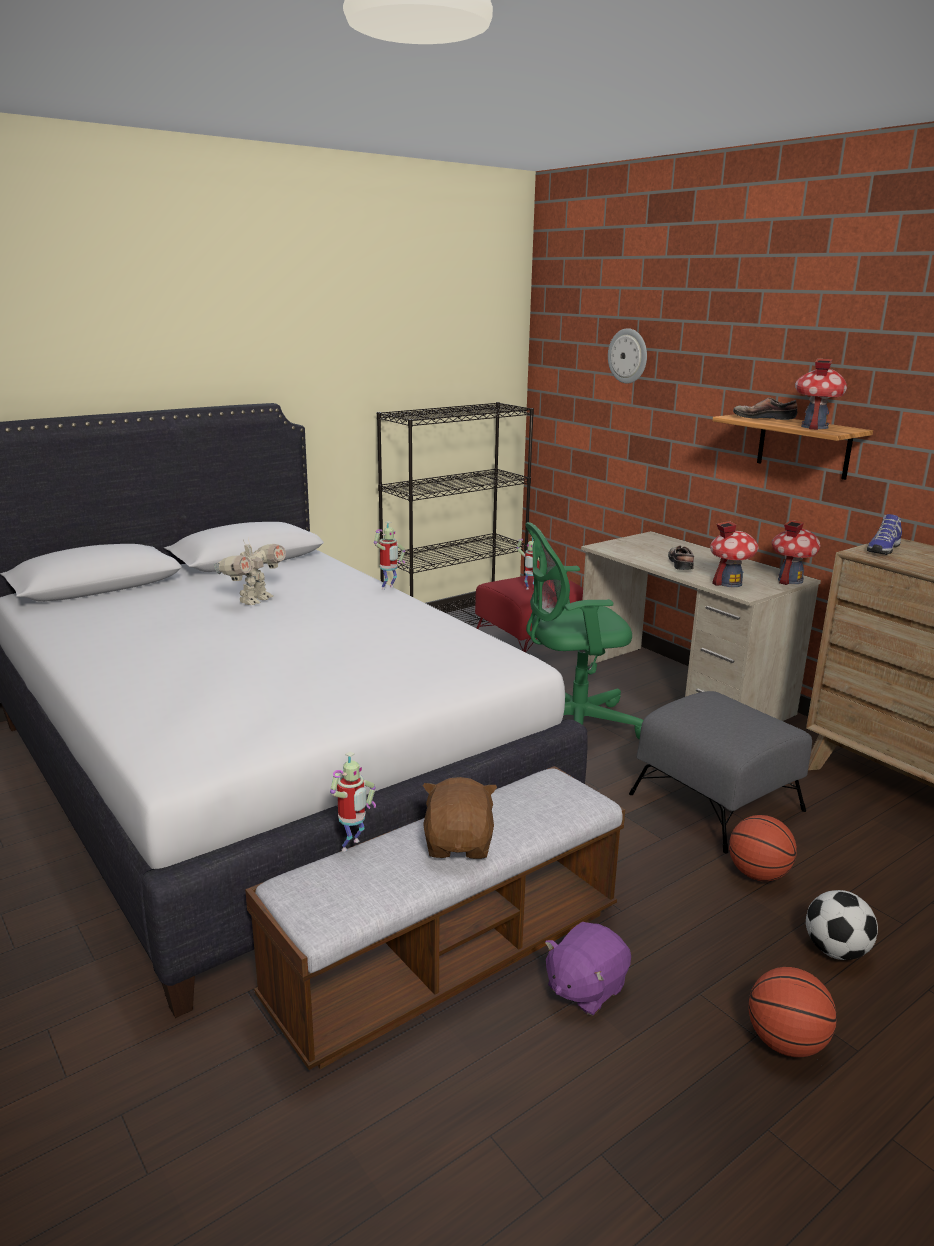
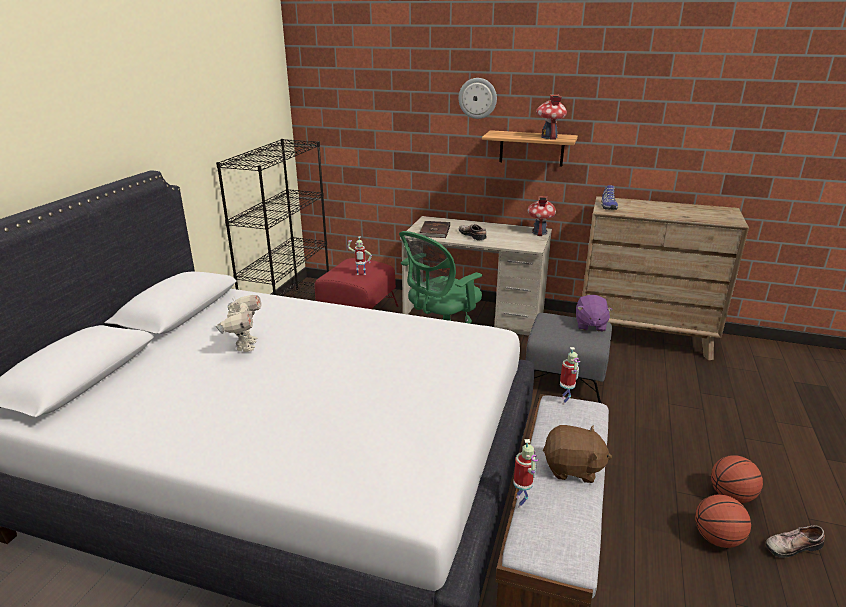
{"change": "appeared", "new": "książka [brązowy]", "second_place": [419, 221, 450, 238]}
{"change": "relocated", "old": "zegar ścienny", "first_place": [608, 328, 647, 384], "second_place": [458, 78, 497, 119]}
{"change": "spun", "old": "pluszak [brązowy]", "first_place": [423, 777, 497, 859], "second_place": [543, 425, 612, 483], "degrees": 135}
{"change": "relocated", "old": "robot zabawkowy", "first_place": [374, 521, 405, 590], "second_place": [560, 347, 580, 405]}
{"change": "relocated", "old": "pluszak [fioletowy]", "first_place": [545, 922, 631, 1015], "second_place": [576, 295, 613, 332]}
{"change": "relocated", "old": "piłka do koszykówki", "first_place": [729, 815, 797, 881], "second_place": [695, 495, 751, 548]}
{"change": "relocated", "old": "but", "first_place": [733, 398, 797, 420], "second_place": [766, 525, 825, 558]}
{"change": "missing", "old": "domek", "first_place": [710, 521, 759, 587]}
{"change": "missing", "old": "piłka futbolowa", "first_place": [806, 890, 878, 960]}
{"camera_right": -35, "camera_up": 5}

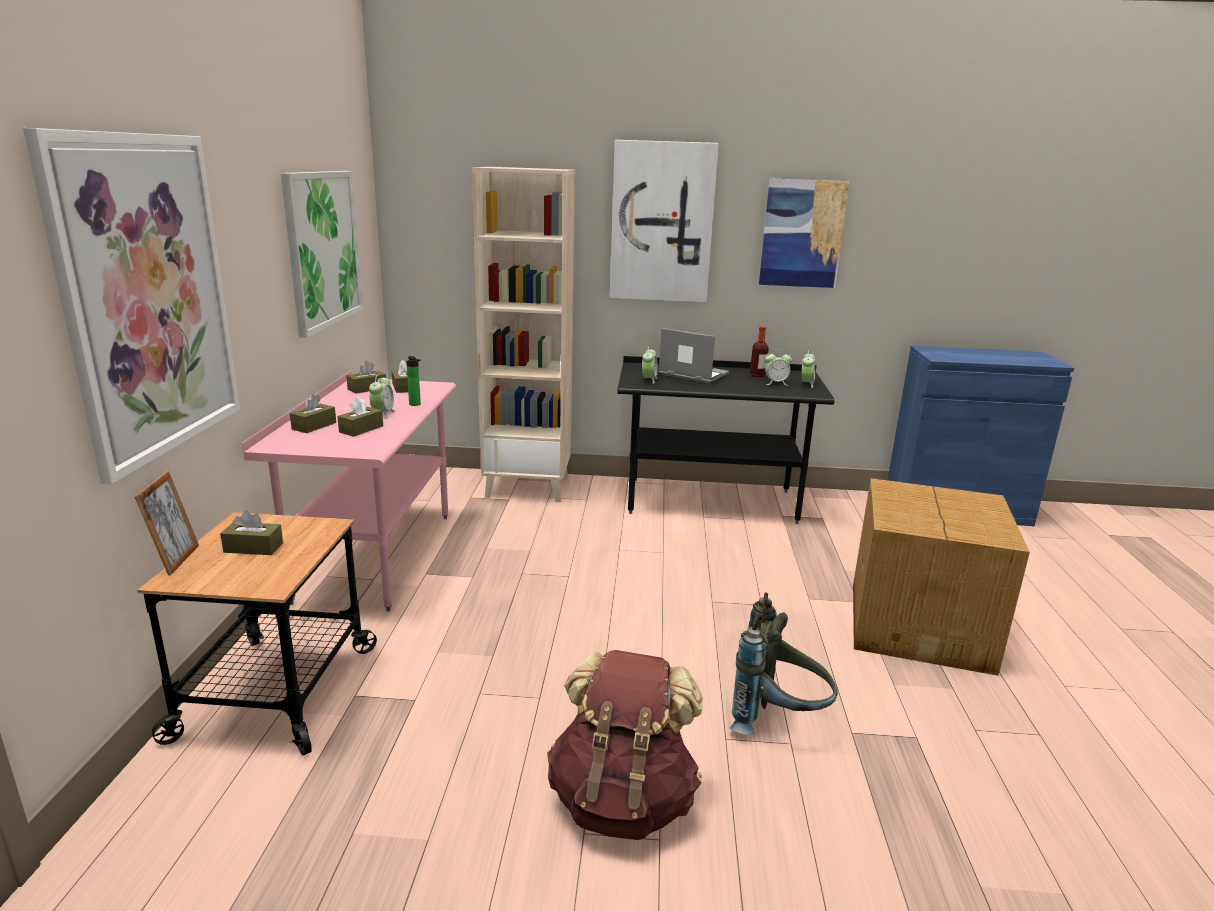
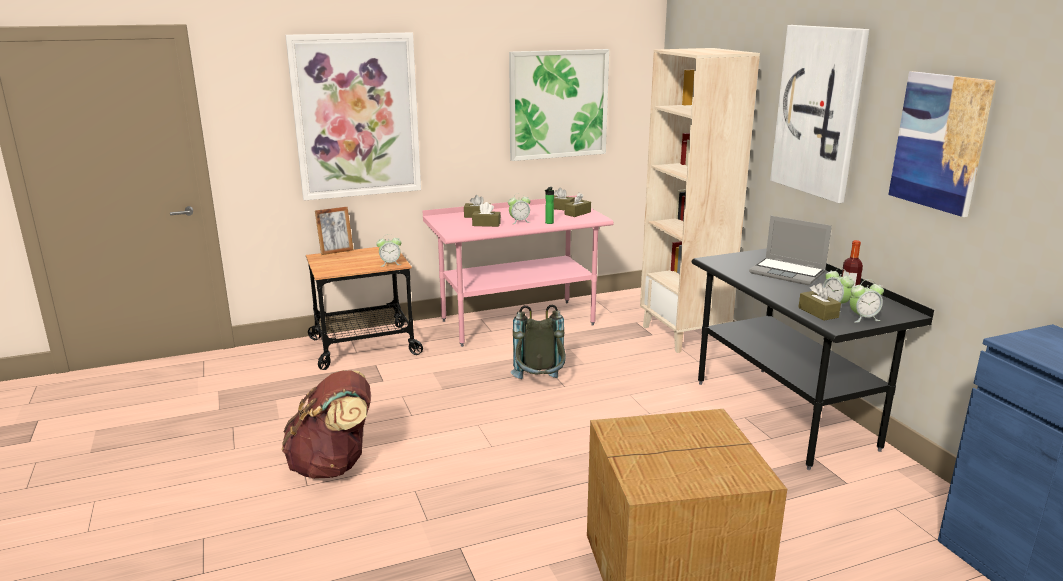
{"change": "relocated", "old": "budzik", "first_place": [642, 346, 658, 384], "second_place": [376, 234, 402, 267]}
{"change": "relocated", "old": "plecak [szary]", "first_place": [730, 592, 838, 735], "second_place": [511, 305, 566, 379]}
{"change": "spun", "old": "laptop", "first_place": [658, 328, 729, 383], "second_place": [749, 216, 832, 285], "degrees": 120}
{"change": "relocated", "old": "pudełko chusteczek [brązowy]", "first_place": [220, 510, 283, 555], "second_place": [798, 283, 841, 321]}
{"camera_right": 65, "camera_up": 0}

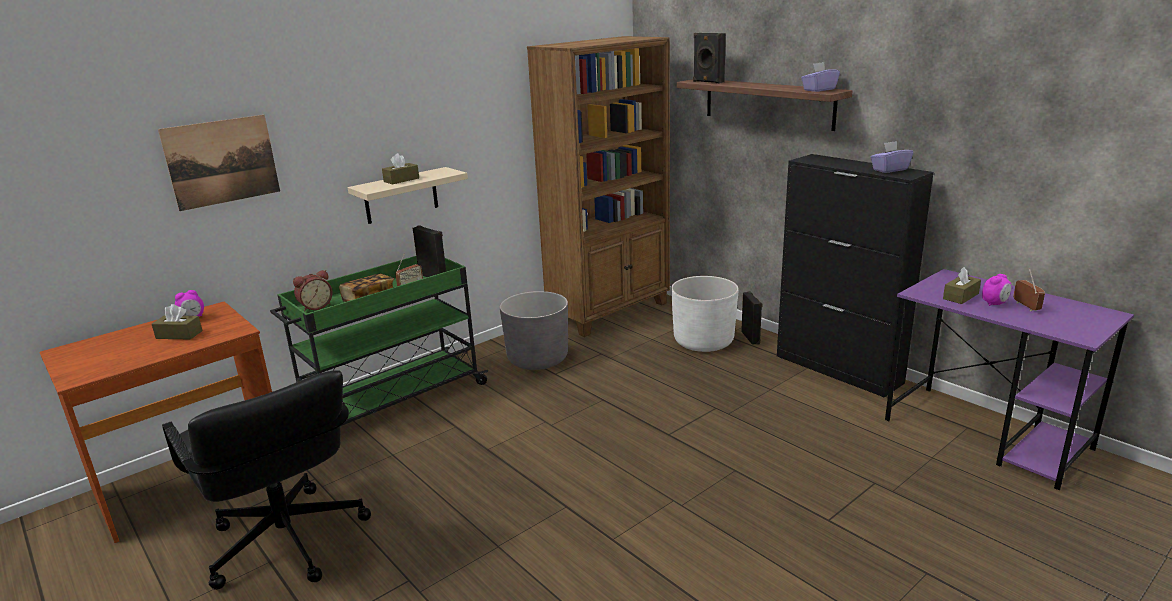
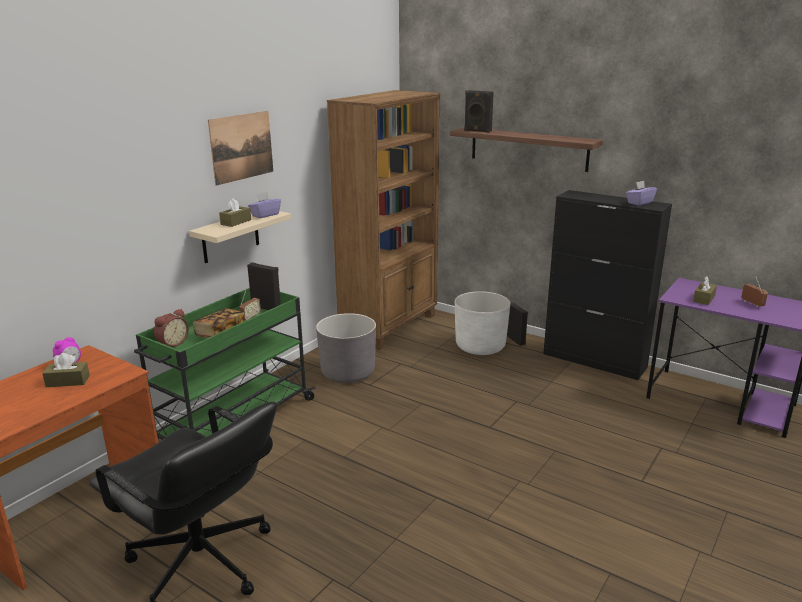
{"change": "relocated", "old": "obraz", "first_place": [158, 115, 280, 211], "second_place": [208, 111, 273, 186]}
{"change": "relocated", "old": "pudełko chusteczek [fioletowy]", "first_place": [801, 62, 840, 92], "second_place": [248, 192, 281, 218]}
{"change": "missing", "old": "budzik", "first_place": [982, 274, 1012, 306]}
{"camera_right": -15, "camera_up": 0}

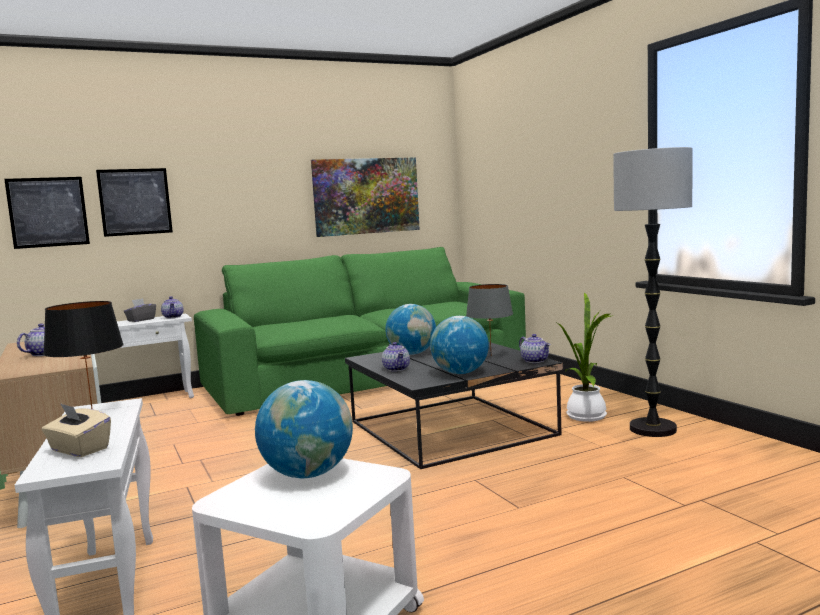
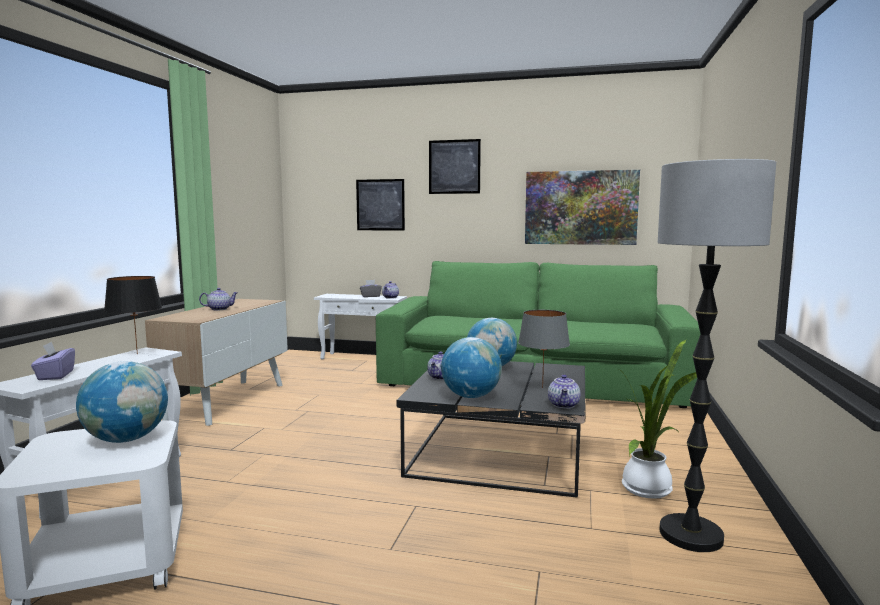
{"change": "colour", "old": "pudełko chusteczek [beżowy]", "new": "pudełko chusteczek [fioletowy]", "first_place": [42, 403, 111, 457], "second_place": [31, 342, 75, 380]}
{"change": "relocated", "old": "obraz", "first_place": [4, 177, 90, 249], "second_place": [429, 139, 481, 194]}
{"camera_right": 40, "camera_up": 0}

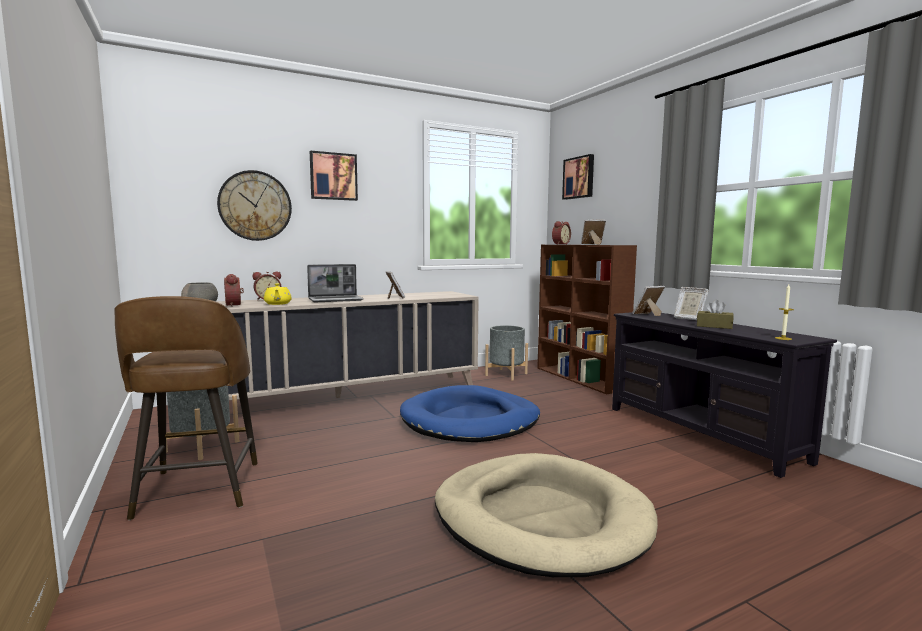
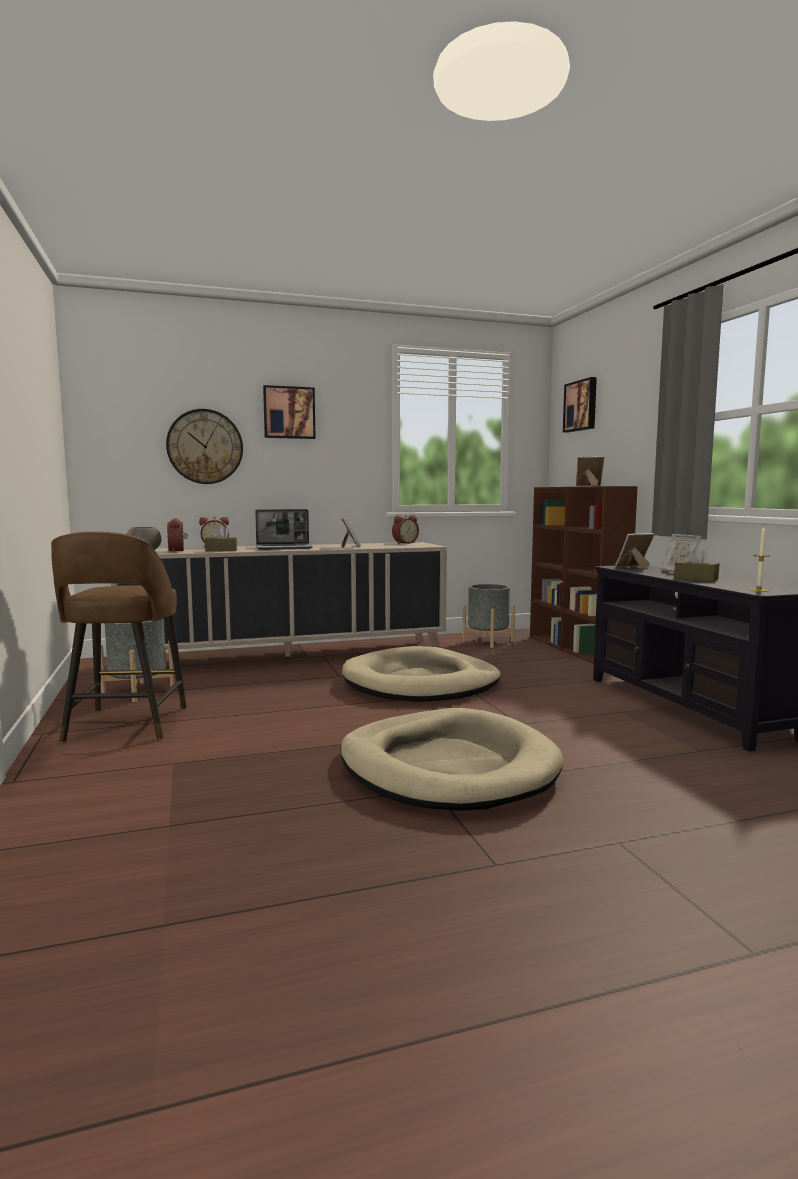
{"change": "exchanged", "old": "imbryk [żółty]", "new": "pudełko chusteczek [brązowy]", "first_place": [264, 283, 292, 305], "second_place": [205, 525, 237, 552]}
{"change": "colour", "old": "legowisko [niebieski]", "new": "legowisko [beżowy]", "first_place": [400, 385, 540, 442], "second_place": [342, 646, 501, 702]}
{"change": "relocated", "old": "budzik", "first_place": [552, 221, 571, 244], "second_place": [392, 515, 419, 544]}
{"camera_right": 10, "camera_up": 0}

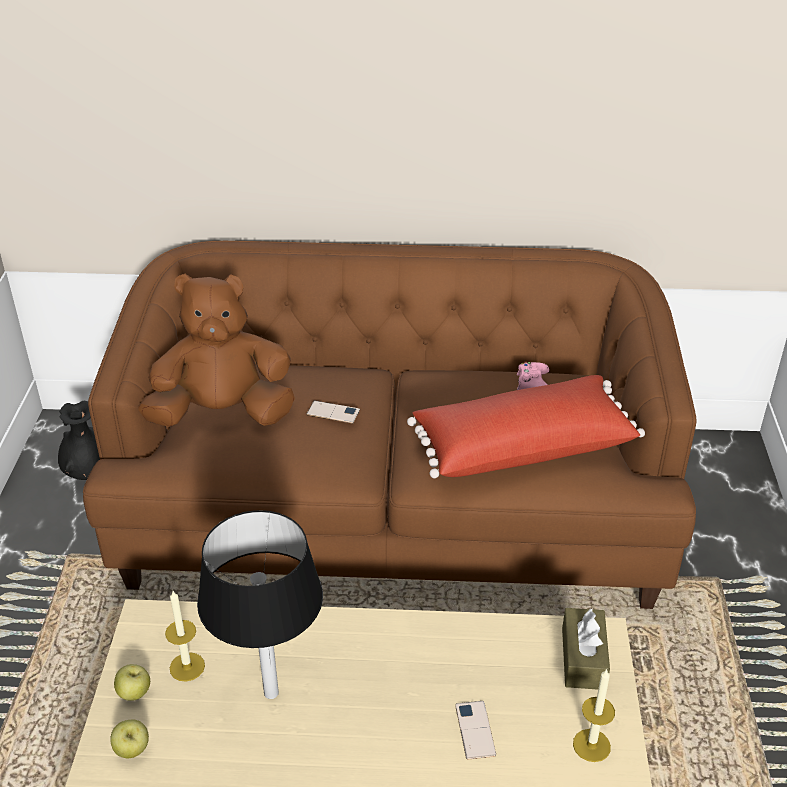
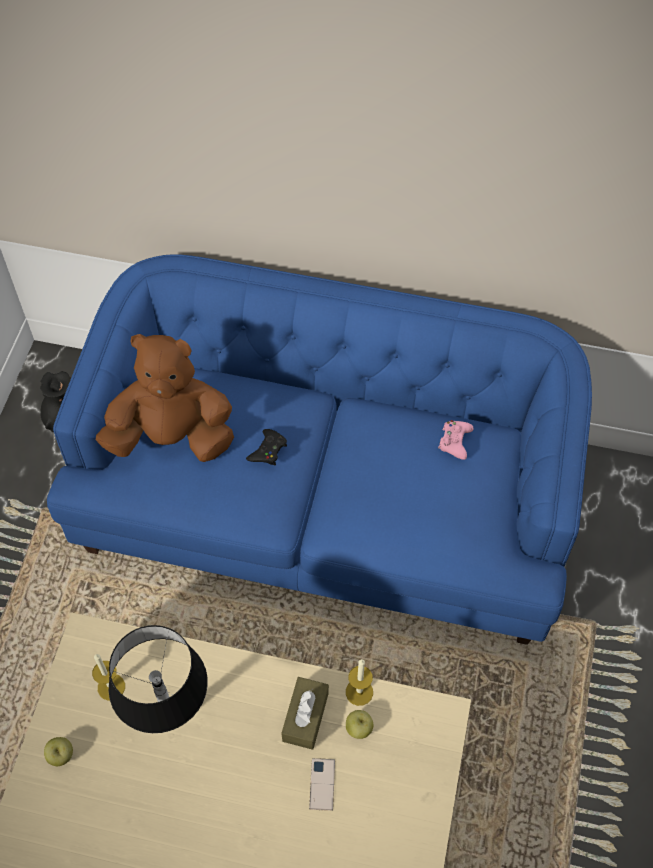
{"change": "colour", "old": "kanapa [brązowy]", "new": "kanapa [niebieski]", "first_place": [83, 241, 696, 609], "second_place": [47, 254, 592, 645]}
{"change": "exchanged", "old": "telefon", "new": "pad do gier [czarny]", "first_place": [306, 401, 360, 424], "second_place": [246, 429, 287, 465]}
{"change": "relocated", "old": "pudełko chusteczek [brązowy]", "first_place": [562, 608, 610, 689], "second_place": [281, 677, 329, 750]}
{"change": "relocated", "old": "świeca", "first_place": [573, 669, 615, 762], "second_place": [346, 659, 373, 706]}
{"change": "relocated", "old": "jabłko", "first_place": [114, 664, 150, 701], "second_place": [346, 710, 373, 739]}
{"change": "missing", "old": "poduszka [czerwony]", "first_place": [407, 375, 645, 478]}
{"camera_right": 10, "camera_up": 20}

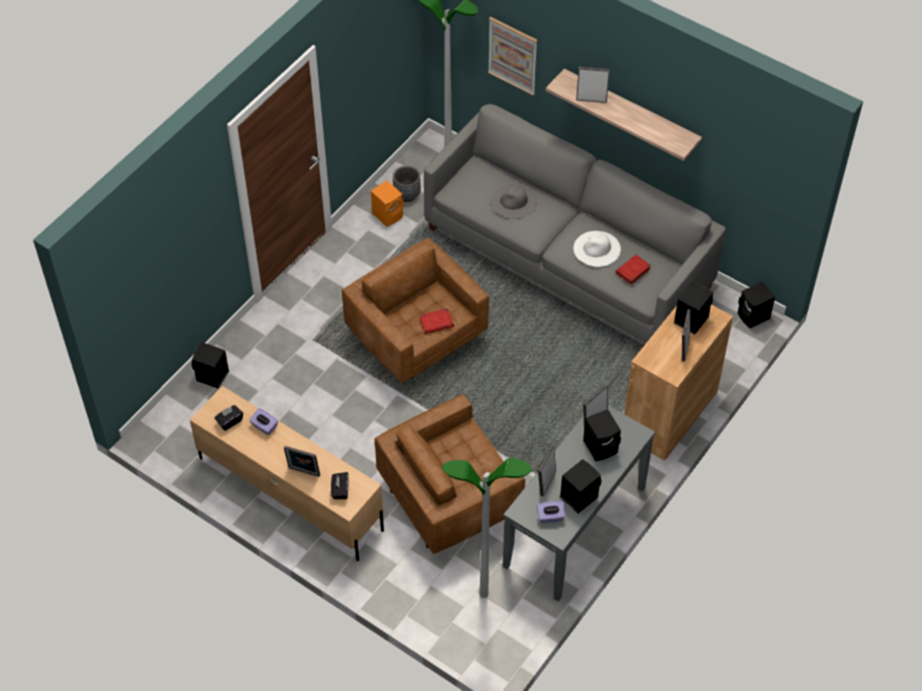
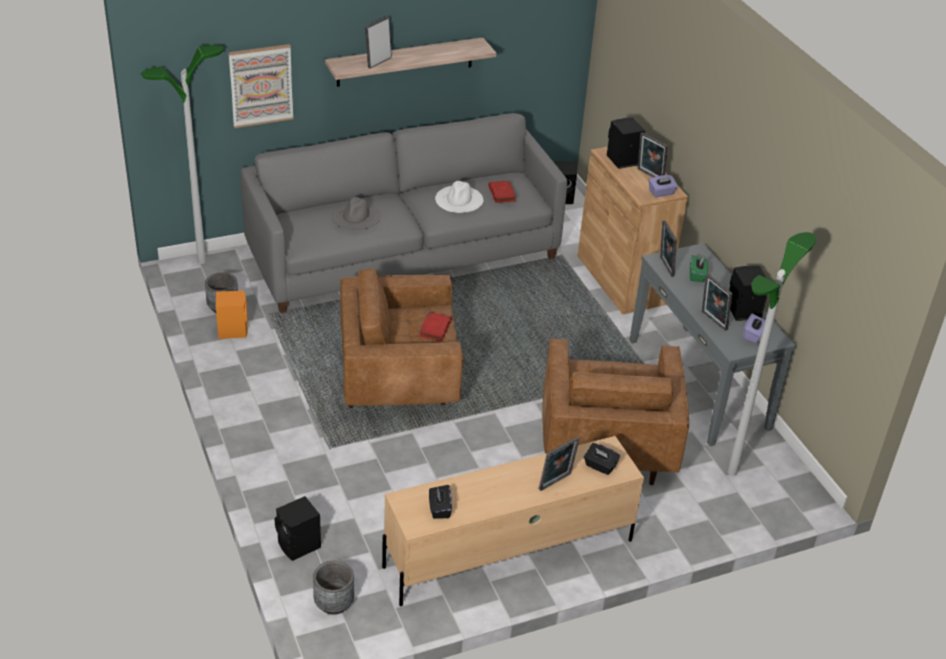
{"change": "appeared", "new": "donica [szary]", "second_place": [313, 561, 354, 615]}
{"change": "relocated", "old": "pudełko chusteczek [fioletowy]", "first_place": [249, 408, 278, 435], "second_place": [648, 175, 678, 197]}
{"change": "exchanged", "old": "głośnik [czarny]", "new": "pudełko chusteczek [zielony]", "first_place": [583, 409, 621, 461], "second_place": [690, 255, 708, 282]}
{"camera_right": -60, "camera_up": -15}

